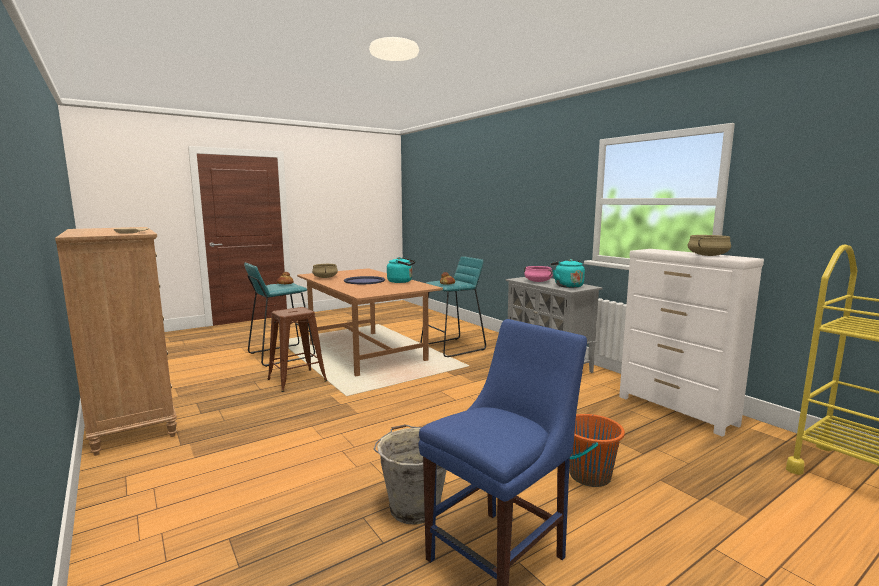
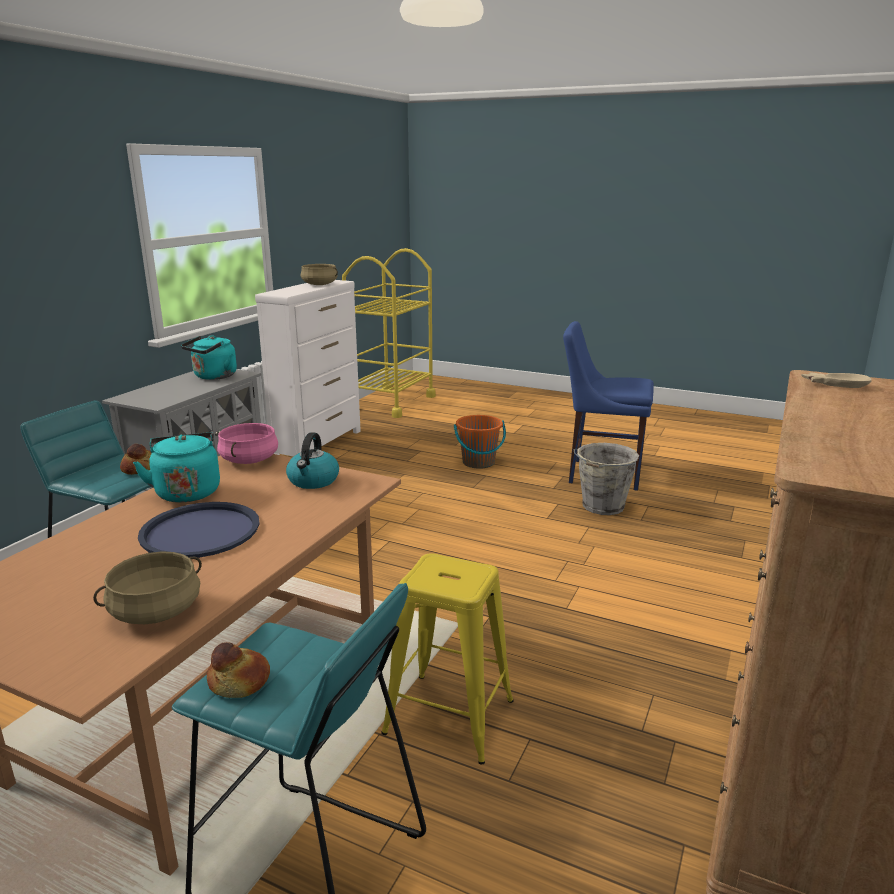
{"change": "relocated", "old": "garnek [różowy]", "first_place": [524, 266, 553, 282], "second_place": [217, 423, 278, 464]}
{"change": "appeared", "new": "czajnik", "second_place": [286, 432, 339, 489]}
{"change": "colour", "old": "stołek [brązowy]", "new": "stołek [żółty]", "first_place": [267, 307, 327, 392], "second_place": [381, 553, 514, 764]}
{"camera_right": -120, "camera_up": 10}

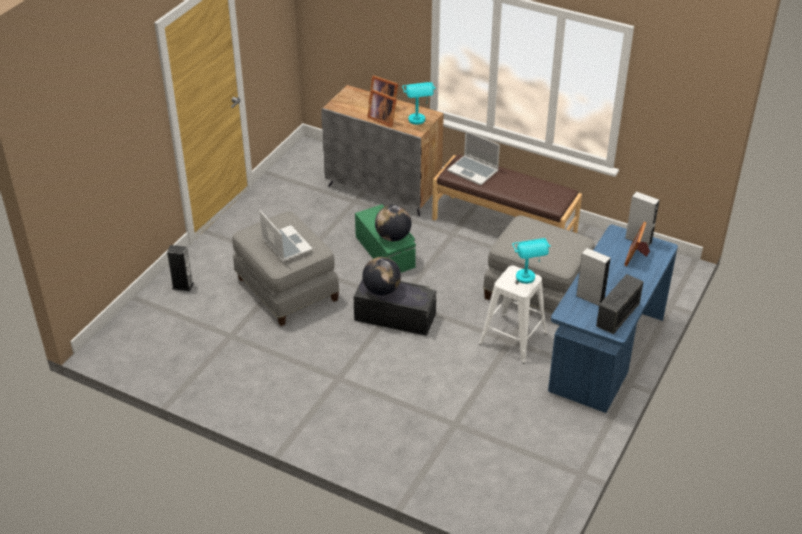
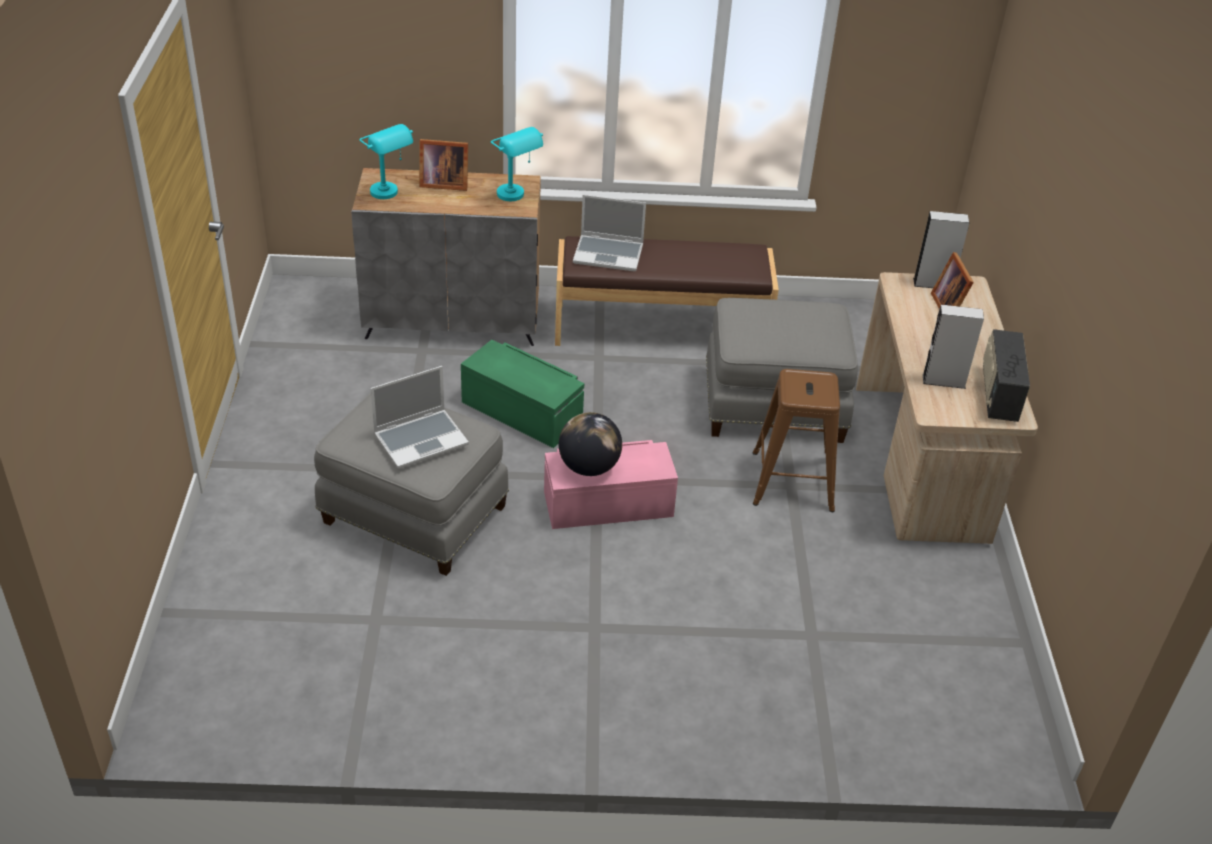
{"change": "relocated", "old": "lampa stołowa [turkusowy]", "first_place": [512, 238, 551, 284], "second_place": [359, 124, 413, 199]}
{"change": "spun", "old": "laptop", "first_place": [260, 210, 313, 262], "second_place": [371, 366, 469, 469], "degrees": 120}
{"change": "colour", "old": "pojemnik do przechowywania [czarny]", "new": "pojemnik do przechowywania [różowy]", "first_place": [353, 278, 437, 336], "second_place": [544, 440, 678, 529]}
{"change": "colour", "old": "stołek [biały]", "new": "stołek [brązowy]", "first_place": [479, 265, 548, 364], "second_place": [752, 369, 840, 512]}
{"change": "colour", "old": "biurko [niebieski]", "new": "biurko [beżowy]", "first_place": [548, 224, 678, 413], "second_place": [856, 272, 1038, 544]}
{"change": "missing", "old": "głośnik", "first_place": [167, 245, 194, 291]}
{"change": "missing", "old": "ramka na zdjęcie", "first_place": [367, 89, 397, 127]}
{"change": "missing", "old": "globus", "first_place": [375, 205, 412, 241]}
{"camera_right": -30, "camera_up": 0}

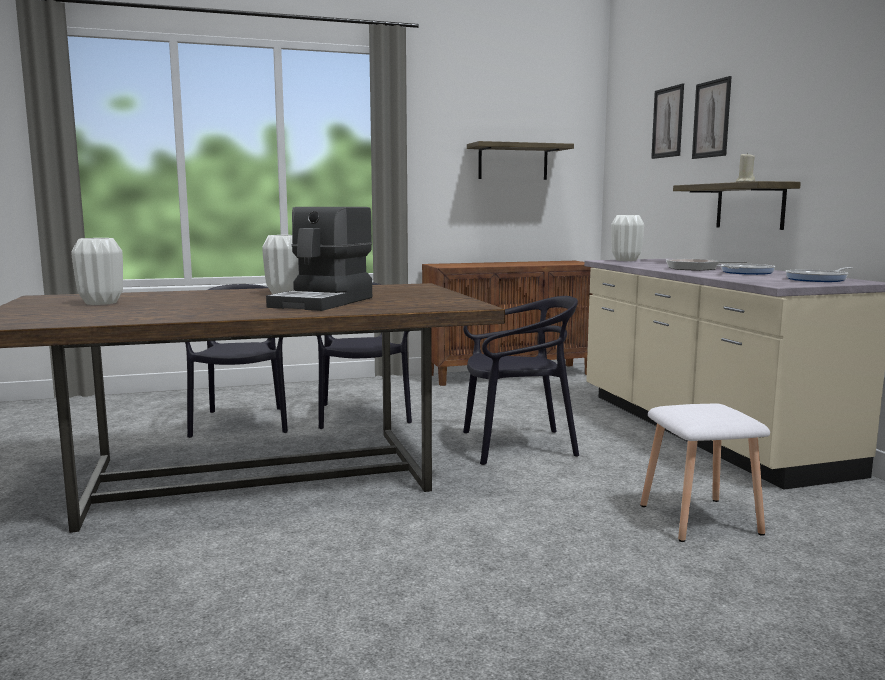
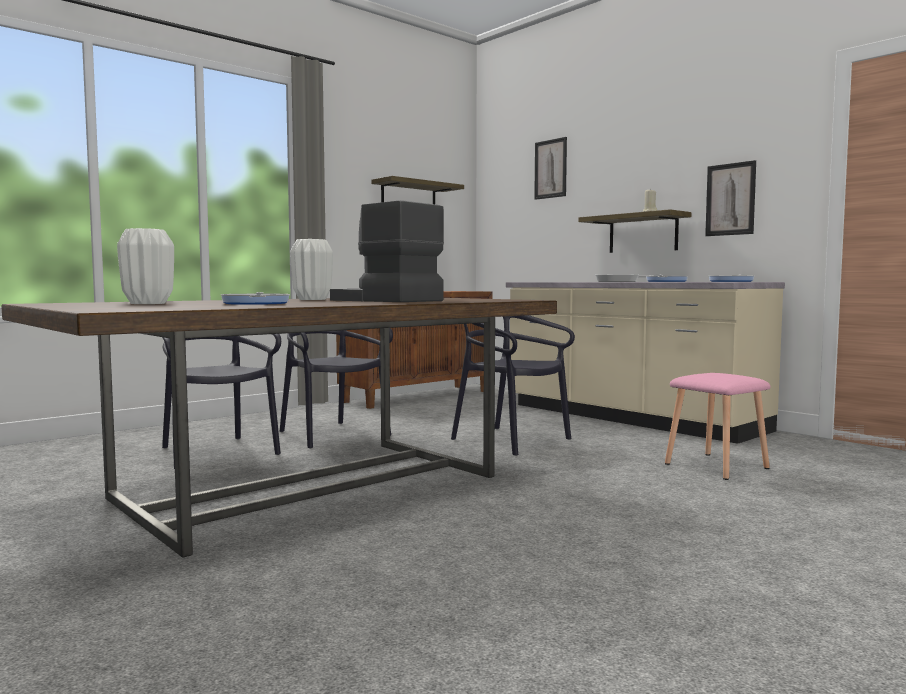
{"change": "appeared", "new": "patelnia", "second_place": [221, 292, 290, 305]}
{"change": "spun", "old": "ekspres do kawy", "first_place": [266, 207, 372, 311], "second_place": [330, 200, 444, 302], "degrees": 135}
{"change": "spun", "old": "krzesło [czarny]", "first_place": [463, 296, 579, 465], "second_place": [451, 315, 575, 456], "degrees": -105}
{"change": "colour", "old": "stołek [biały]", "new": "stołek [różowy]", "first_place": [640, 404, 770, 542], "second_place": [665, 373, 771, 480]}
{"change": "relocated", "old": "obraz", "first_place": [692, 76, 732, 159], "second_place": [705, 160, 756, 236]}
{"change": "missing", "old": "wazon [biały]", "first_place": [611, 215, 644, 261]}
{"camera_right": -25, "camera_up": -5}

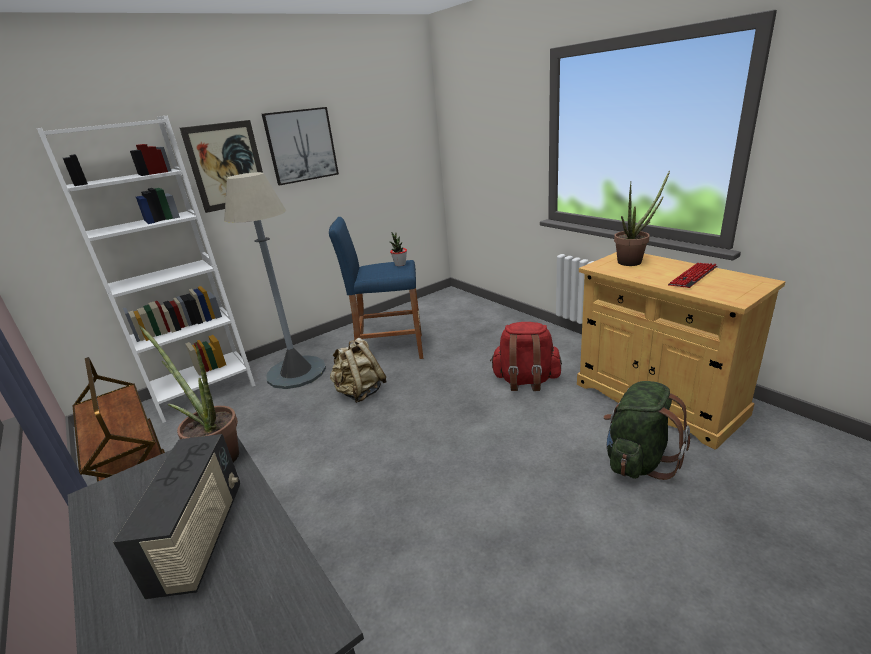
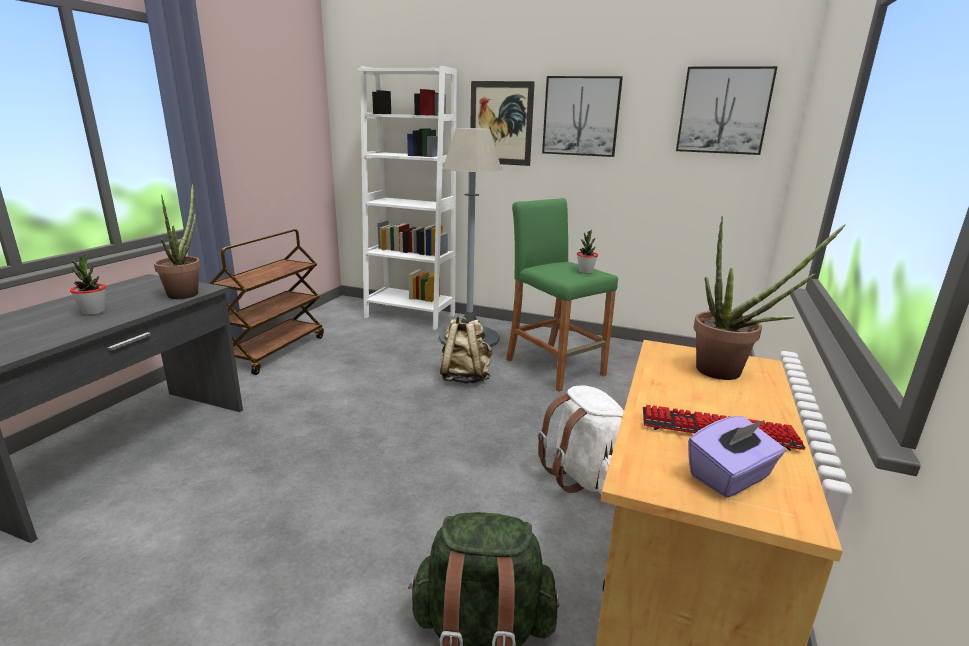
{"change": "exchanged", "old": "radio", "new": "roślina doniczkowa", "first_place": [113, 434, 240, 599], "second_place": [70, 254, 106, 315]}
{"change": "colour", "old": "stołek [niebieski]", "new": "stołek [zielony]", "first_place": [329, 217, 423, 359], "second_place": [506, 198, 618, 392]}
{"change": "colour", "old": "plecak [czerwony]", "new": "plecak [biały]", "first_place": [490, 322, 562, 391], "second_place": [538, 385, 624, 494]}
{"change": "appeared", "new": "obraz", "second_place": [676, 66, 778, 155]}
{"change": "appeared", "new": "pudełko chusteczek [fioletowy]", "second_place": [688, 416, 785, 498]}
{"camera_right": 55, "camera_up": -5}

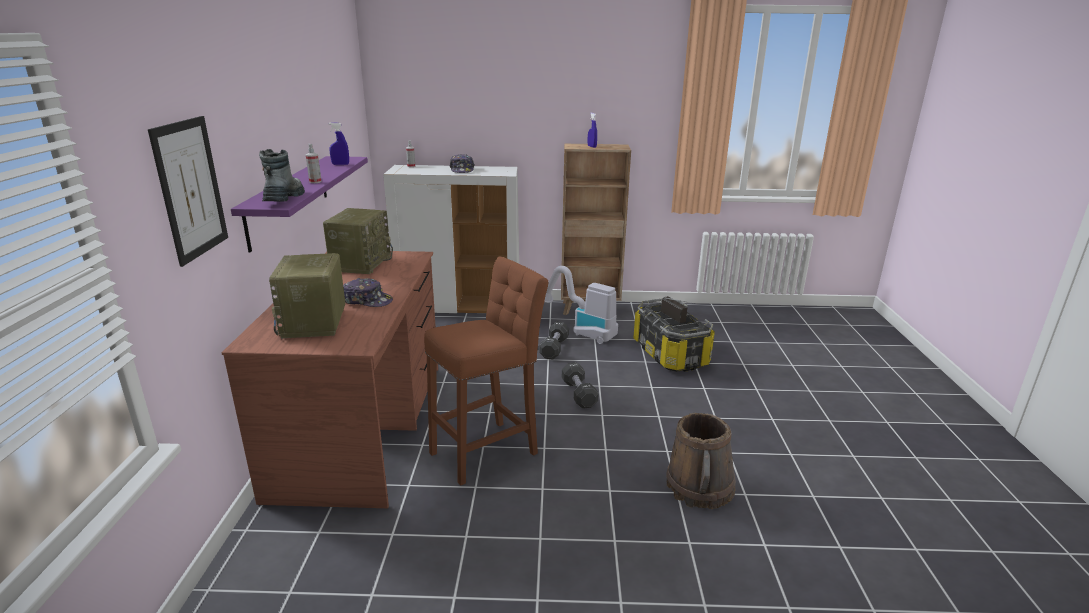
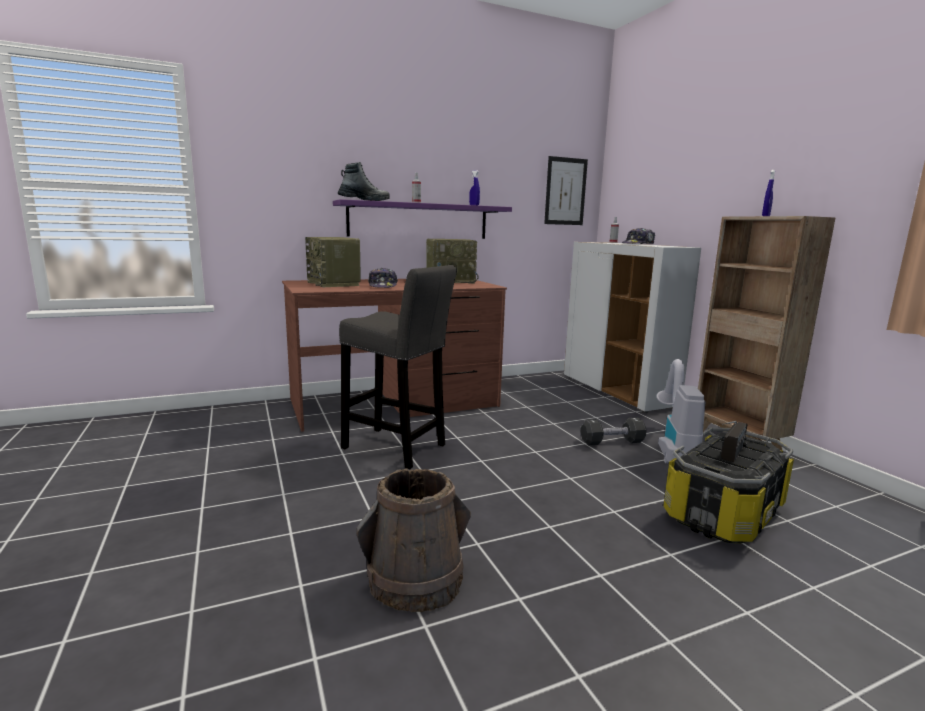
{"change": "spun", "old": "radio", "first_place": [269, 253, 345, 338], "second_place": [305, 237, 361, 287], "degrees": -90}
{"change": "colour", "old": "stołek [brązowy]", "new": "stołek [szary]", "first_place": [424, 257, 548, 486], "second_place": [339, 265, 457, 469]}
{"change": "relocated", "old": "obraz", "first_place": [148, 116, 228, 267], "second_place": [544, 156, 588, 225]}
{"change": "missing", "old": "hantel [czarny]", "first_place": [562, 362, 599, 409]}
{"camera_right": 65, "camera_up": -10}

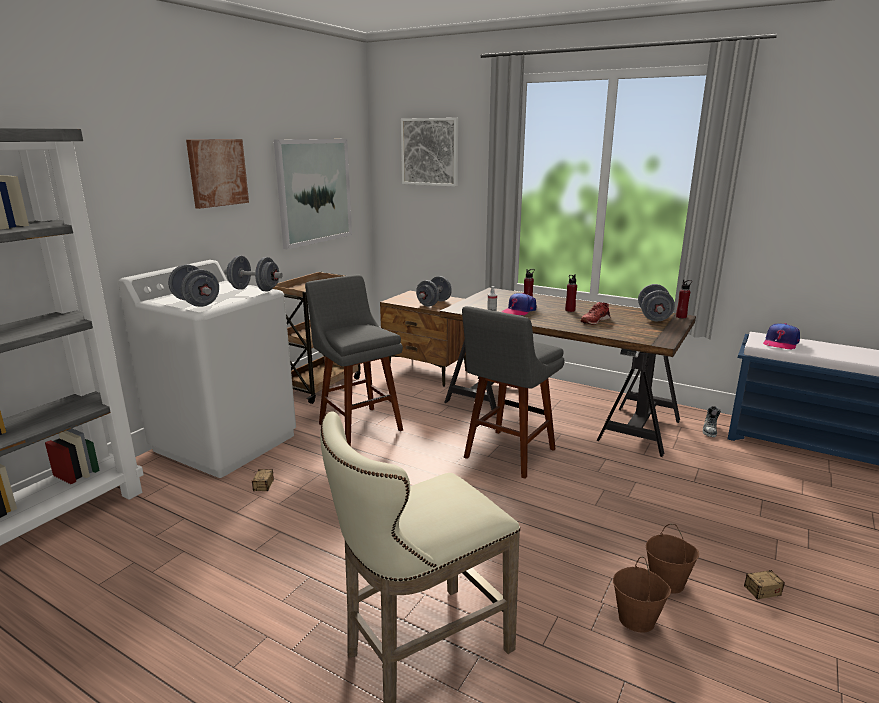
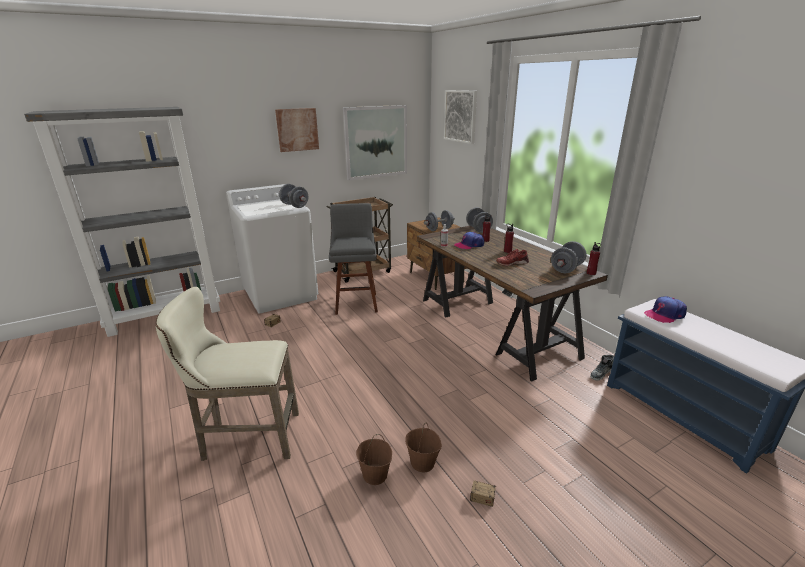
{"change": "relocated", "old": "hantel [szary]", "first_place": [168, 264, 219, 307], "second_place": [466, 207, 493, 233]}
{"change": "missing", "old": "stołek [szary]", "first_place": [462, 306, 565, 479]}
{"camera_right": 30, "camera_up": 5}

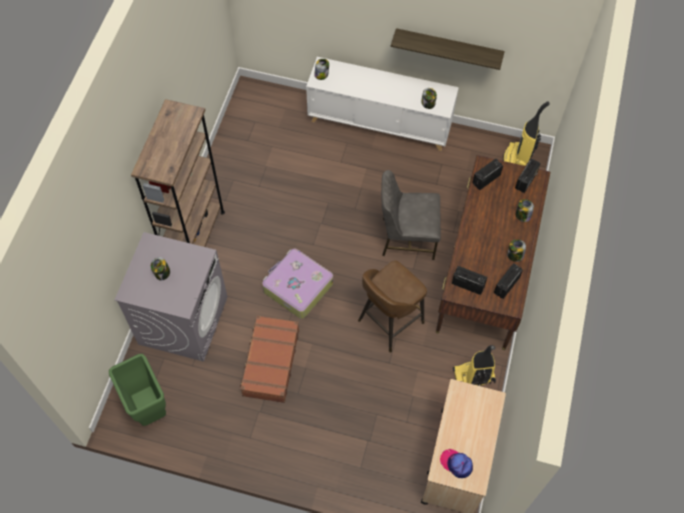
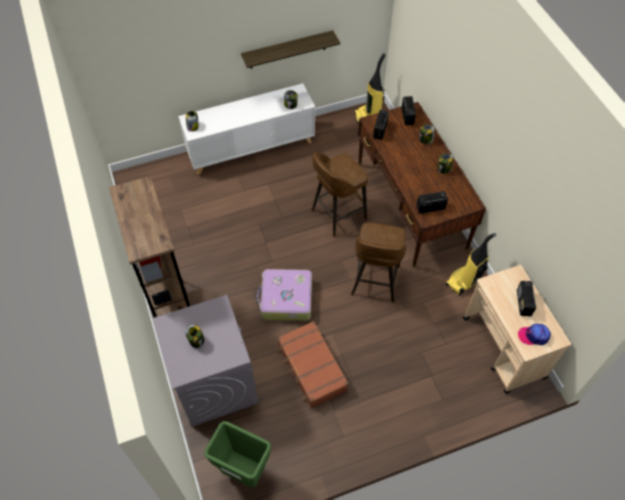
{"change": "exchanged", "old": "krzesło [szary]", "new": "stołek [brązowy]", "first_place": [381, 170, 441, 260], "second_place": [312, 152, 368, 237]}
{"change": "relocated", "old": "radio", "first_place": [494, 263, 523, 299], "second_place": [517, 281, 536, 317]}
{"camera_right": -35, "camera_up": -5}

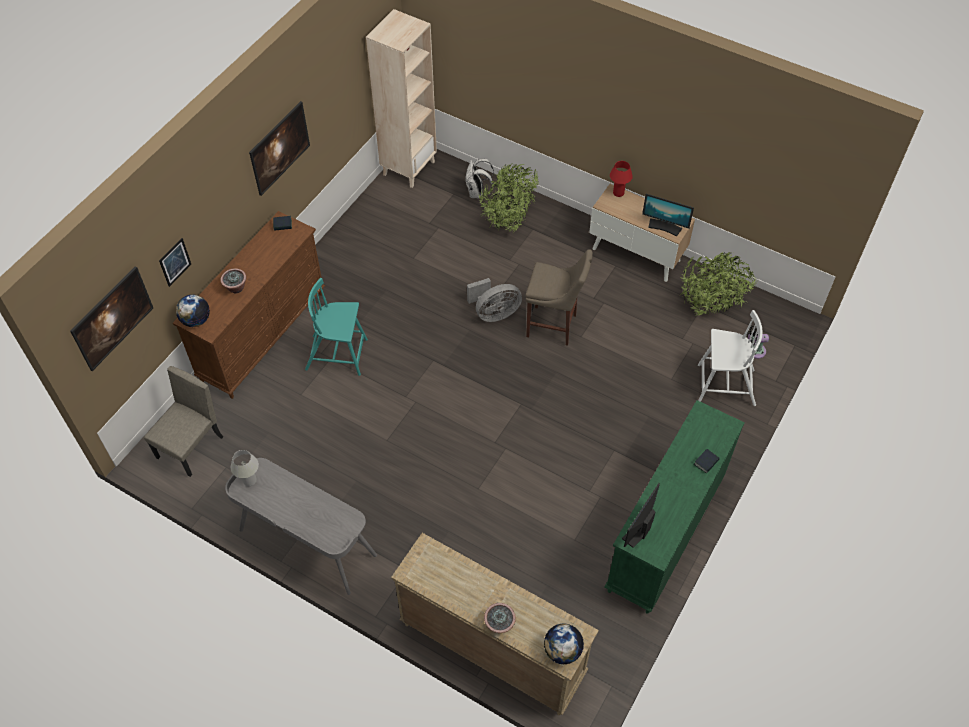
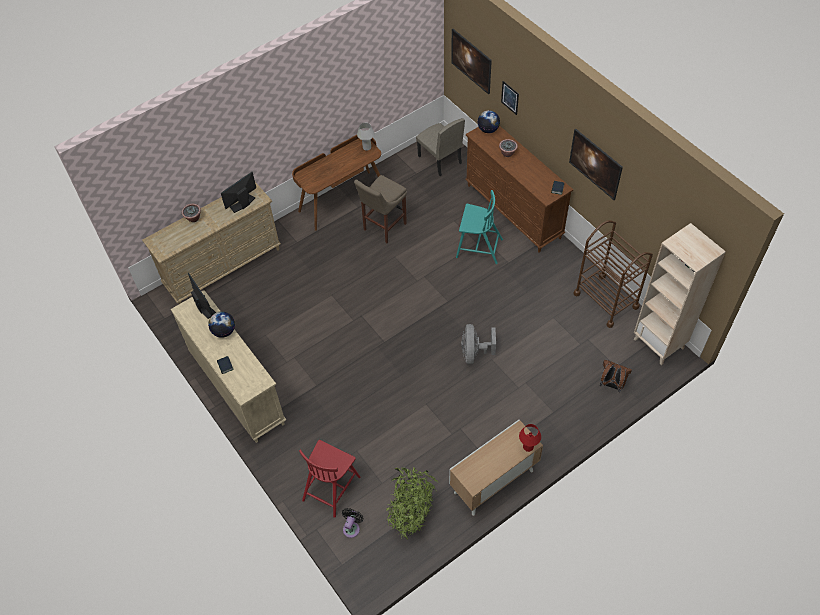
{"change": "colour", "old": "komoda [zielony]", "new": "komoda [beżowy]", "first_place": [604, 400, 745, 614], "second_place": [171, 290, 286, 443]}
{"change": "relocated", "old": "globus", "first_place": [544, 624, 584, 664], "second_place": [208, 311, 235, 338]}
{"change": "relocated", "old": "monitor", "first_place": [642, 194, 694, 236], "second_place": [221, 172, 256, 213]}
{"change": "colour", "old": "biurko [szary]", "new": "biurko [brązowy]", "first_place": [225, 458, 377, 595], "second_place": [292, 135, 381, 231]}
{"change": "colour", "old": "krzesło [biały]", "new": "krzesło [czerwony]", "first_place": [698, 310, 763, 406], "second_place": [299, 440, 361, 518]}
{"change": "relocated", "old": "stołek [beżowy]", "first_place": [526, 249, 593, 346], "second_place": [354, 175, 407, 243]}
{"change": "spun", "old": "krzesło [turkusowy]", "first_place": [305, 278, 368, 376], "second_place": [456, 190, 503, 264], "degrees": 75}
{"change": "appeared", "new": "wózek [brązowy]", "second_place": [573, 220, 653, 328]}
{"change": "colour", "old": "plecak [biały]", "new": "plecak [brązowy]", "first_place": [465, 158, 494, 199], "second_place": [600, 360, 632, 392]}
{"change": "missing", "old": "roślina doniczkowa", "first_place": [479, 164, 539, 232]}
{"camera_right": 115, "camera_up": 0}

